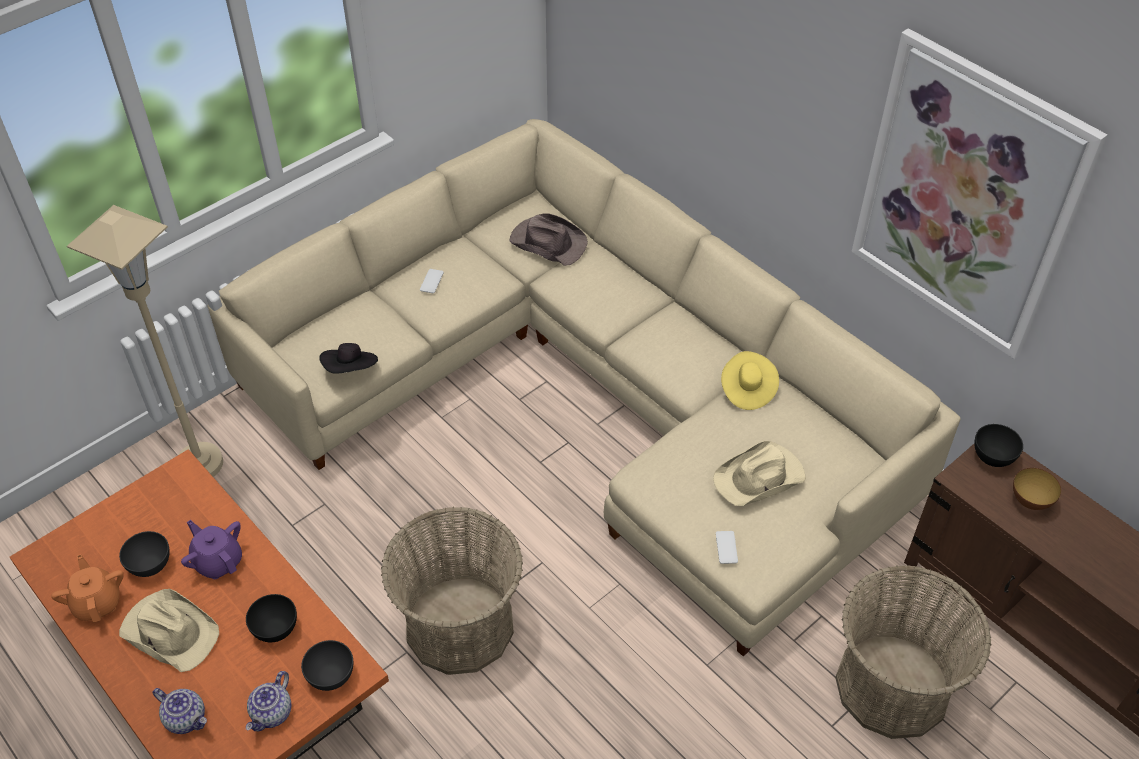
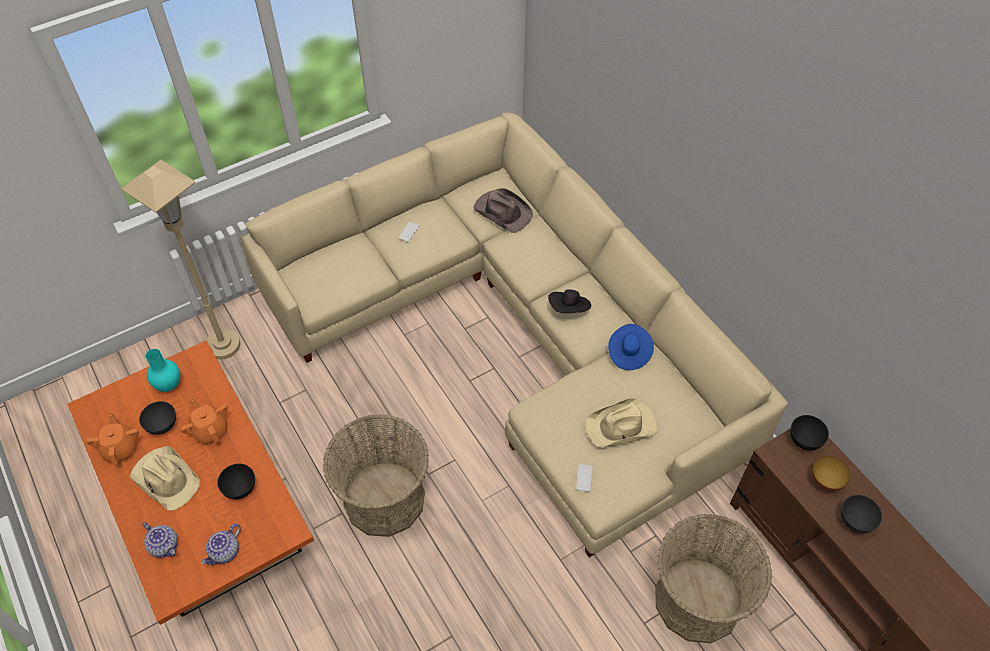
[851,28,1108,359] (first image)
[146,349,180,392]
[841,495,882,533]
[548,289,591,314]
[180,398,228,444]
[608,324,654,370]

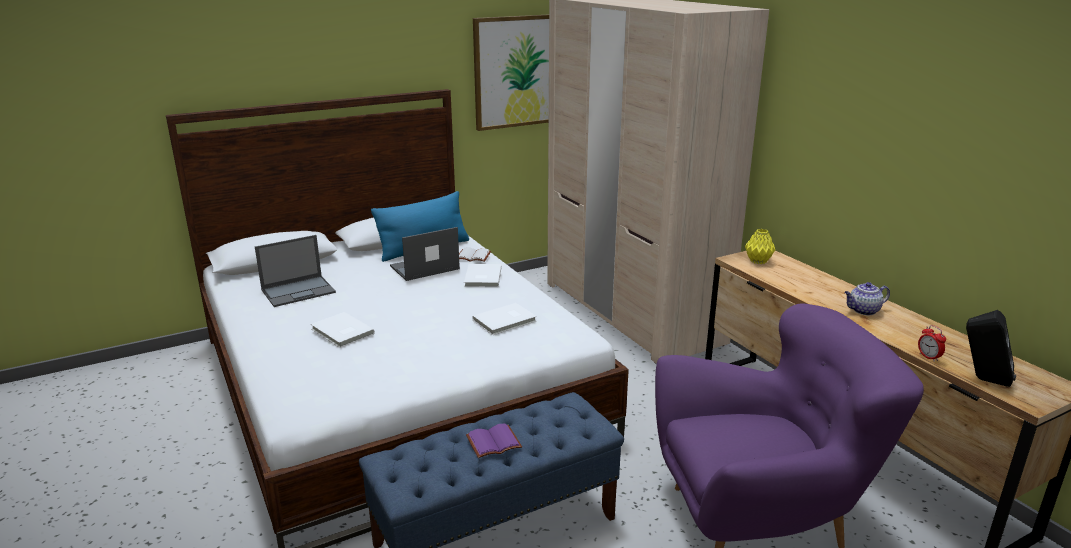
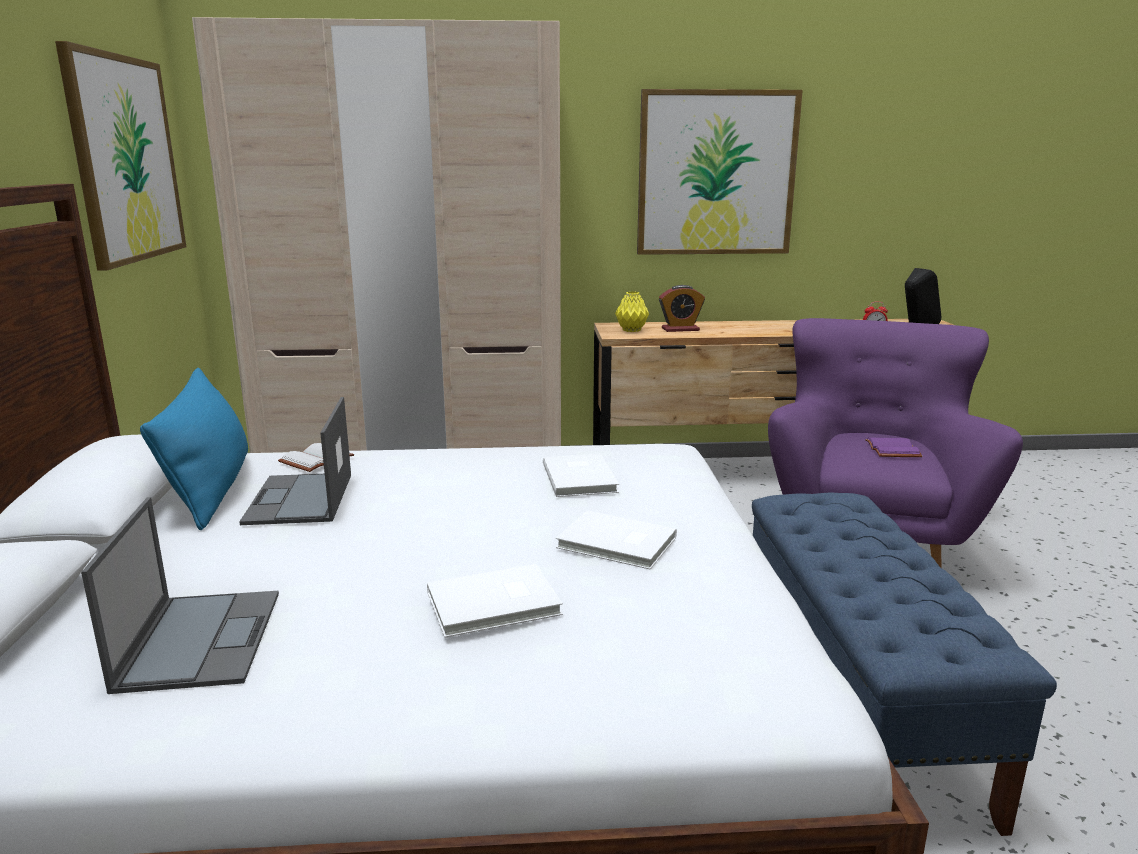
[844,282,890,315] (first image)
[637,89,803,255]
[659,285,705,332]
[556,510,677,569]
[865,437,922,457]

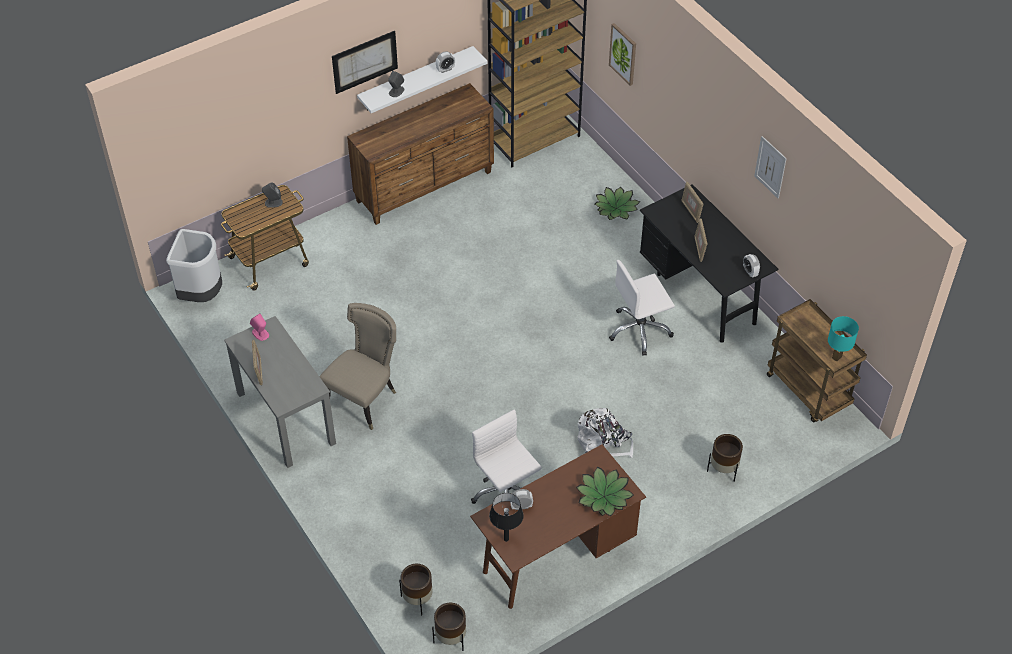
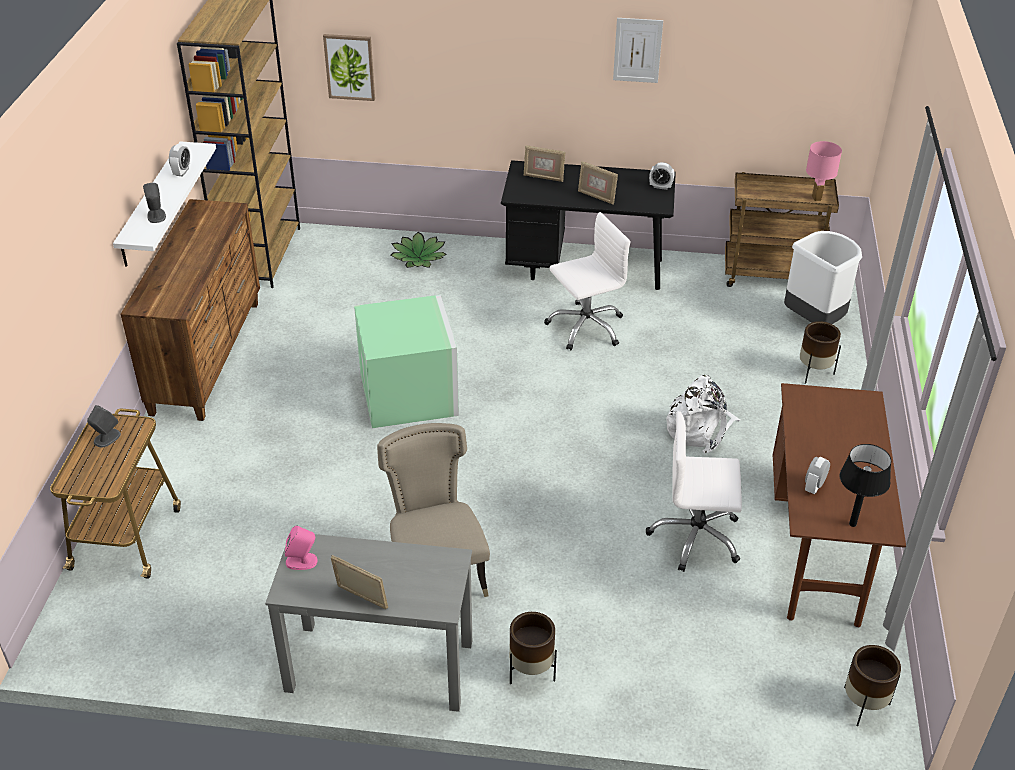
[332,31,398,94] (first image)
[576,466,634,516] (first image)
[354,295,459,428]
[784,231,862,324]
[509,612,557,684]
[806,141,842,201]
[544,212,631,350]

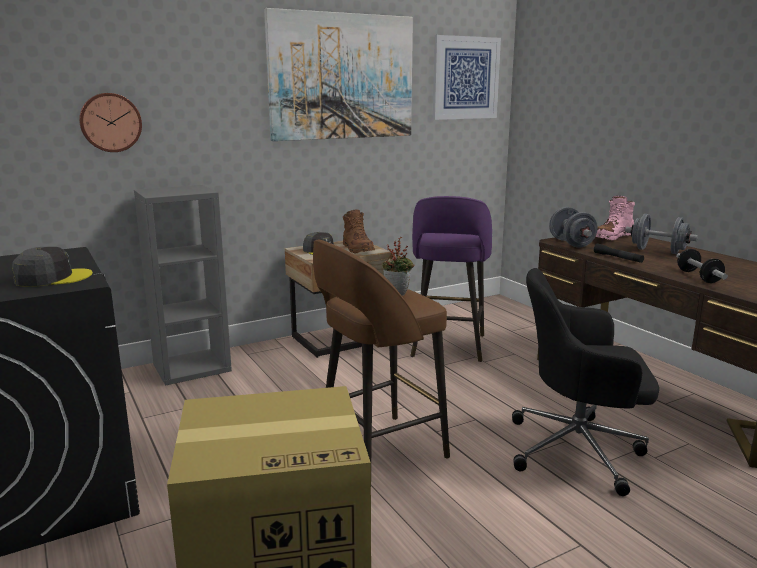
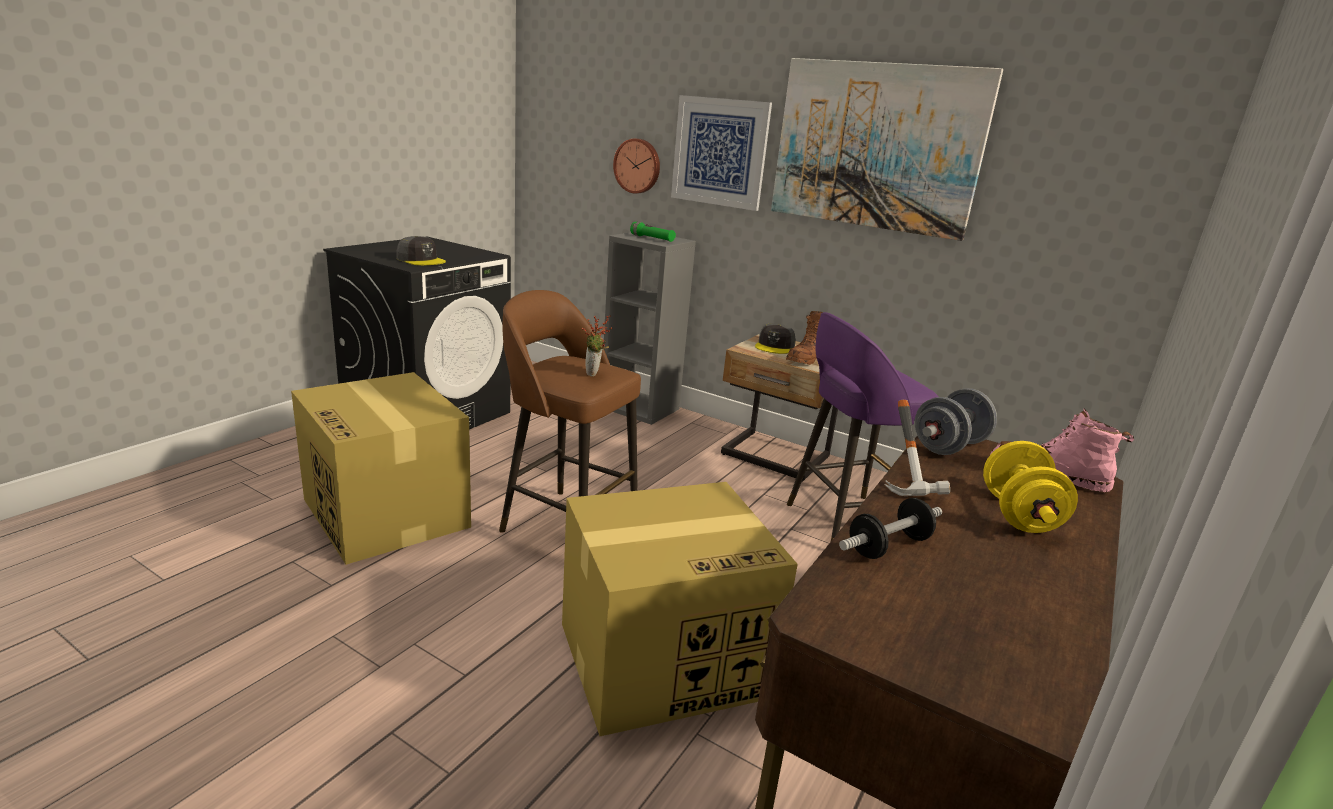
[630,222,676,242]
[671,95,772,211]
[562,482,798,736]
[885,400,950,496]
[983,441,1078,533]

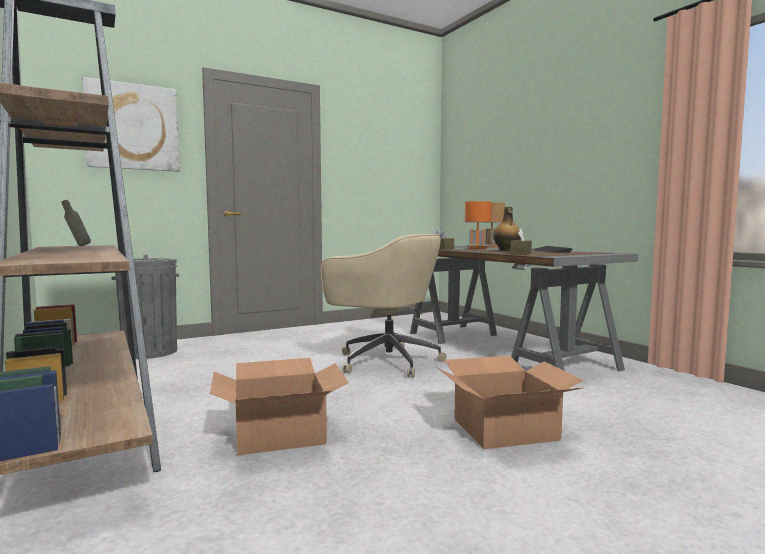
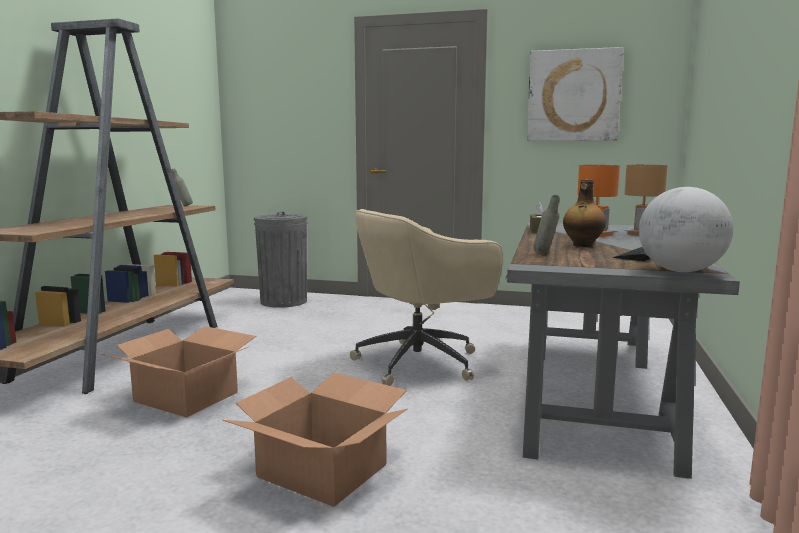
[639,187,733,272]
[527,47,624,141]
[534,195,560,254]
[350,209,503,386]

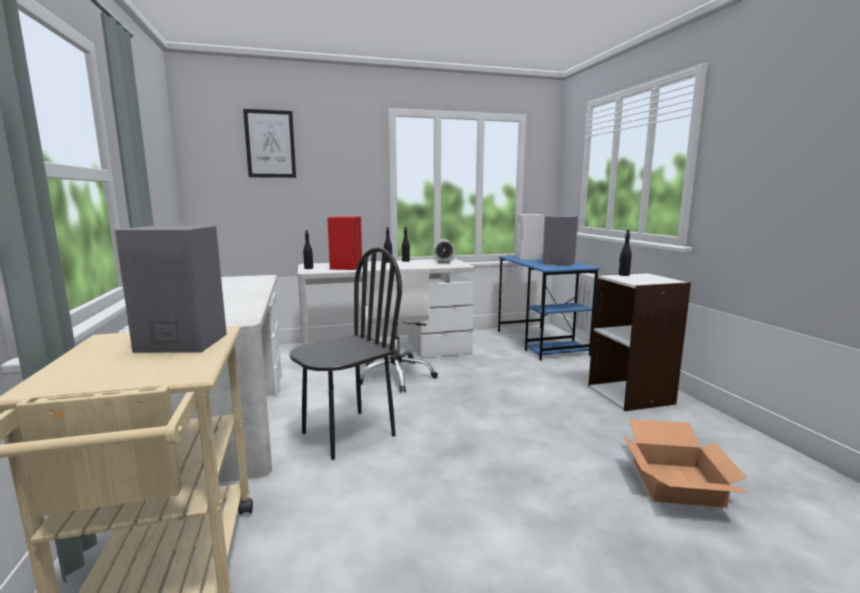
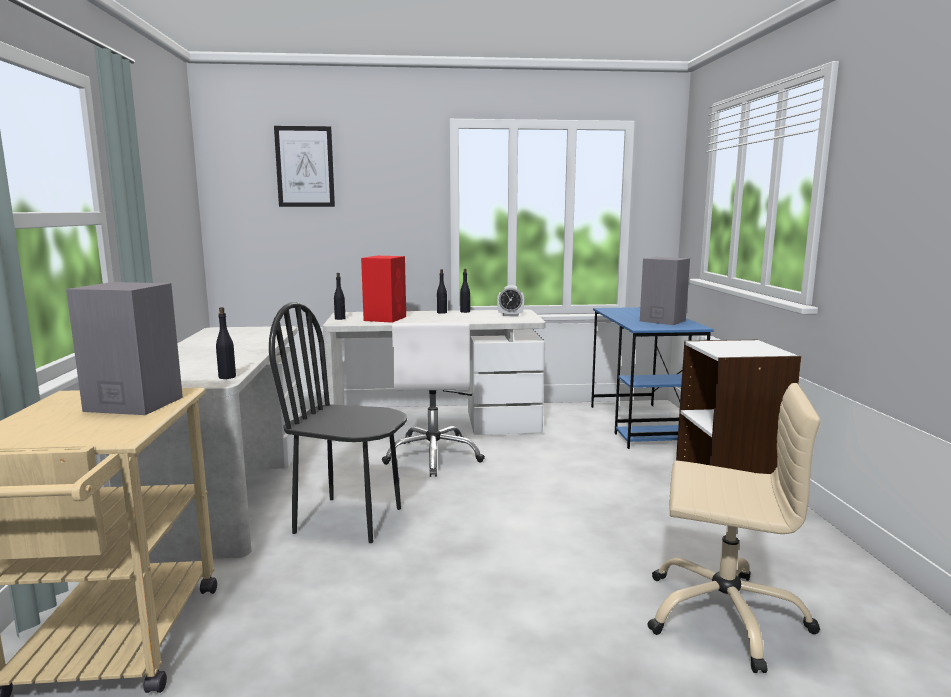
[515,214,544,260] (first image)
[216,307,236,379]
[647,383,821,673]
[269,302,407,543]

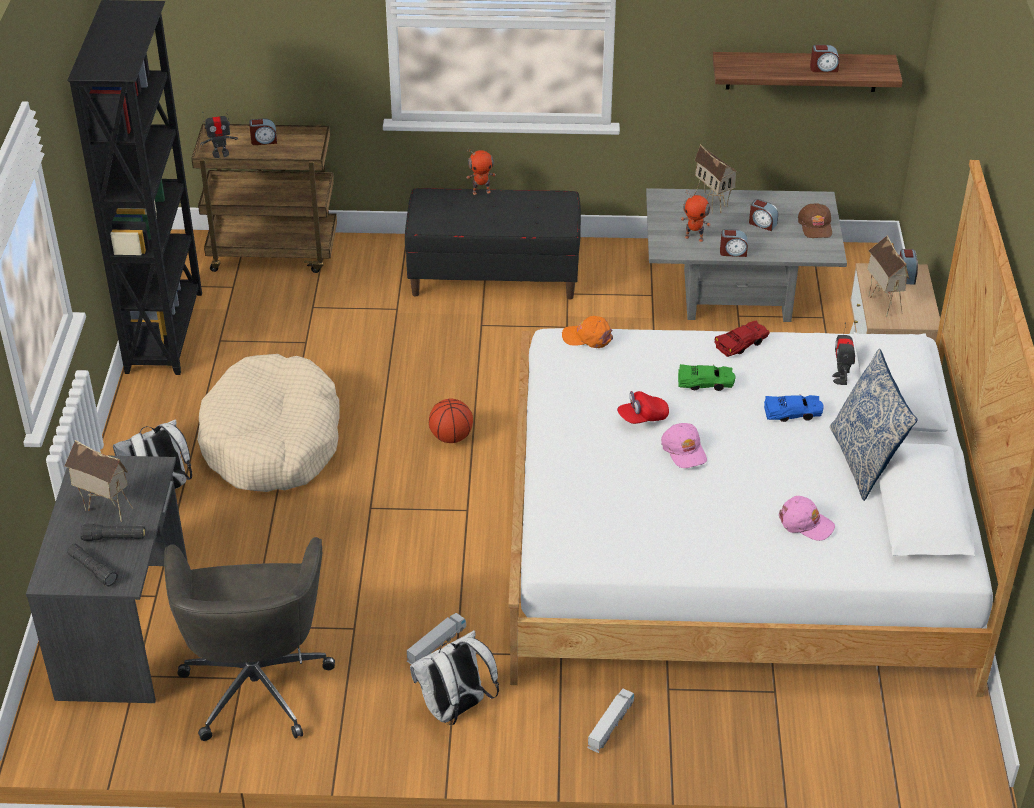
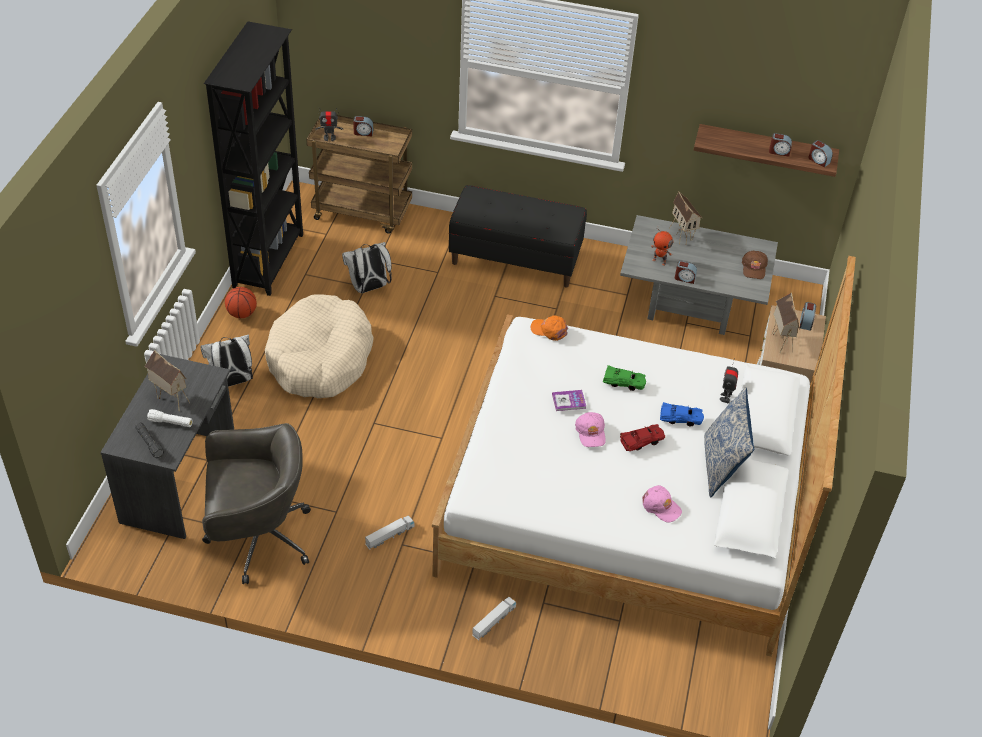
[466,150,496,195] (first image)
[342,242,392,293]
[225,287,257,318]
[620,424,665,451]
[808,140,833,168]
[552,390,586,411]
[147,409,193,427]
[202,423,311,584]

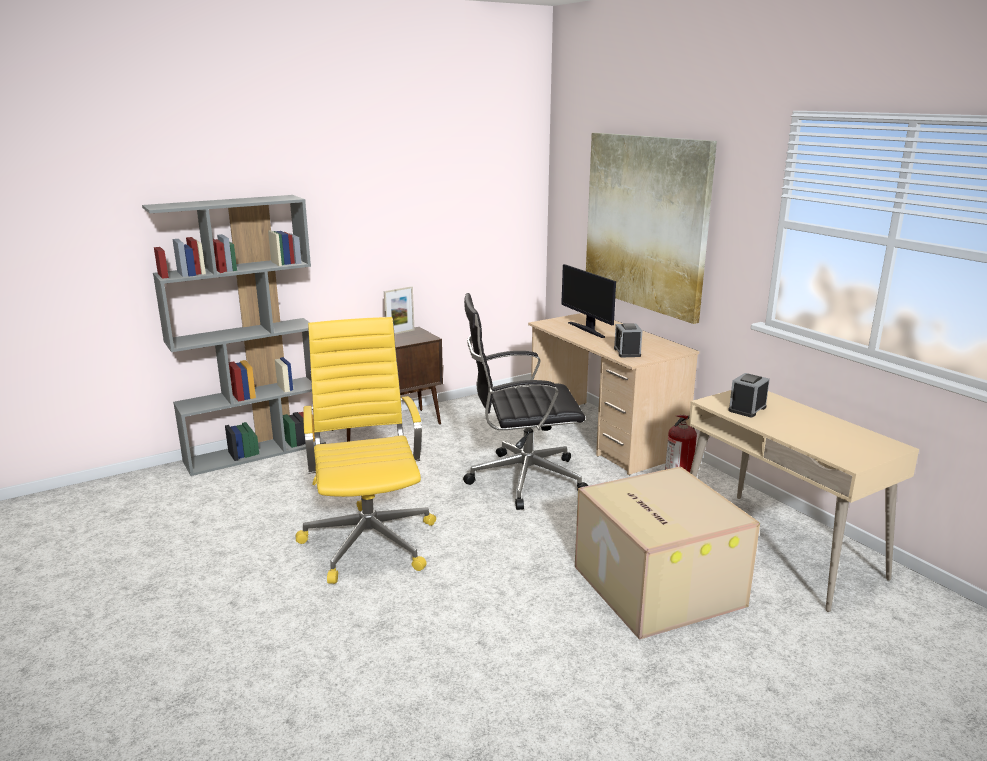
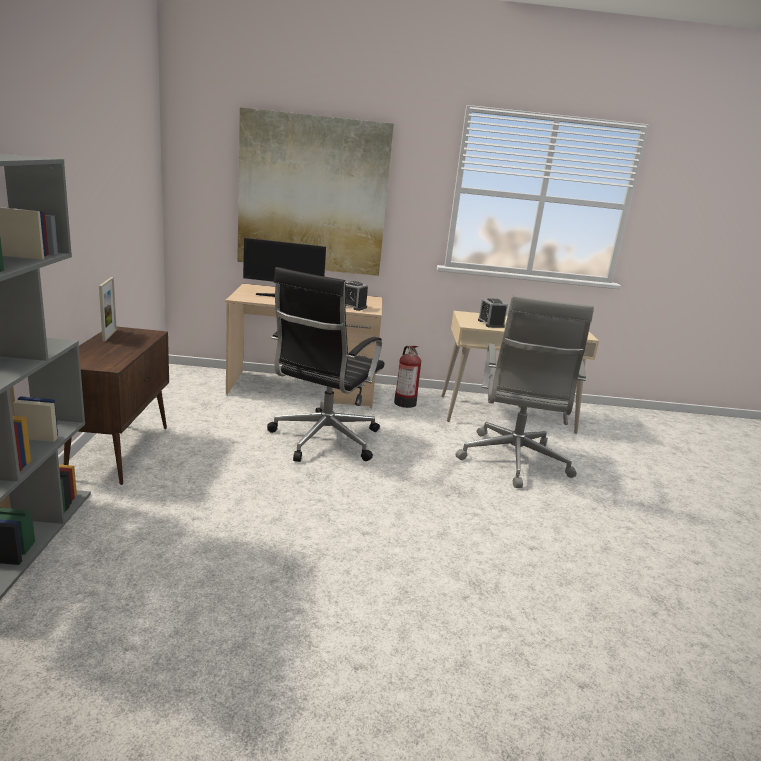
[296,317,436,584] (first image)
[456,295,594,488]

